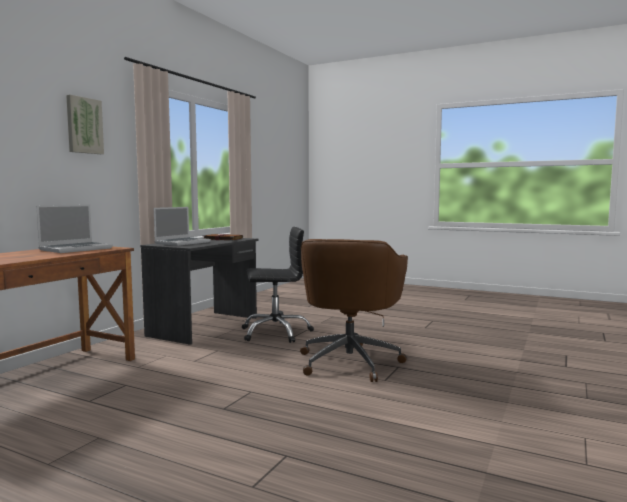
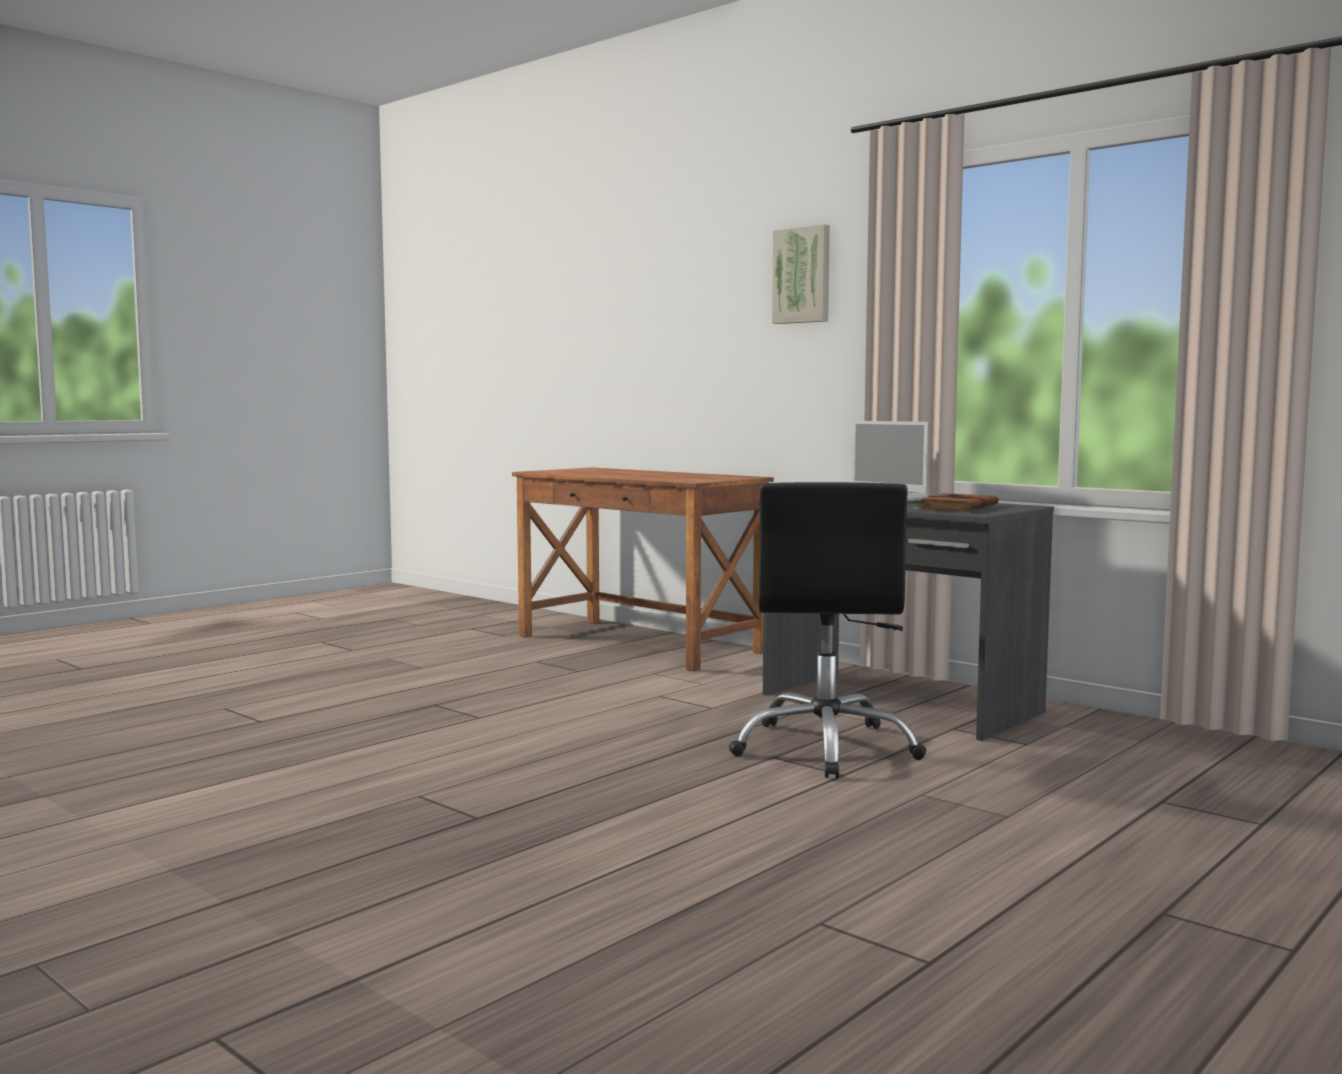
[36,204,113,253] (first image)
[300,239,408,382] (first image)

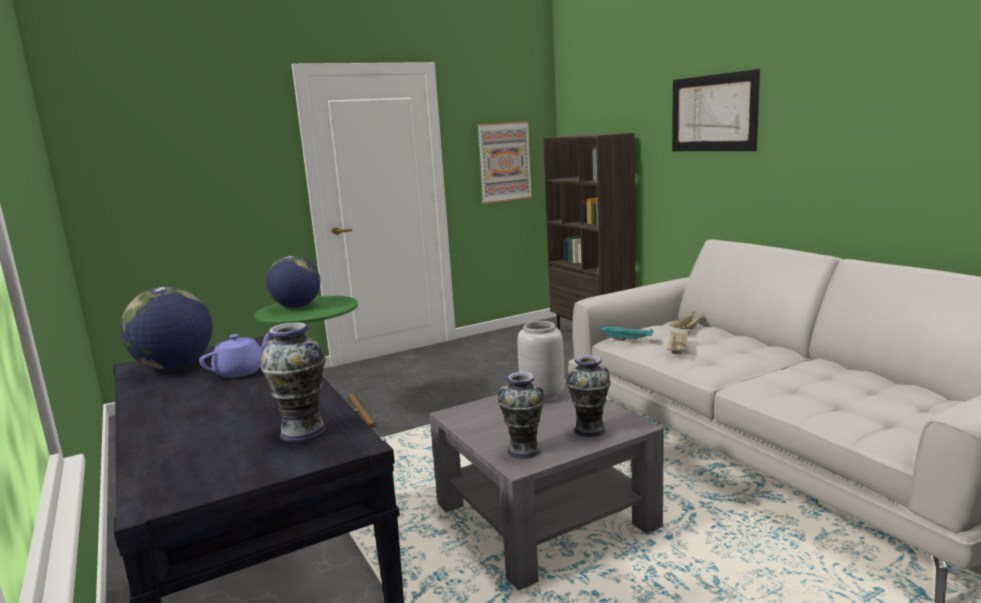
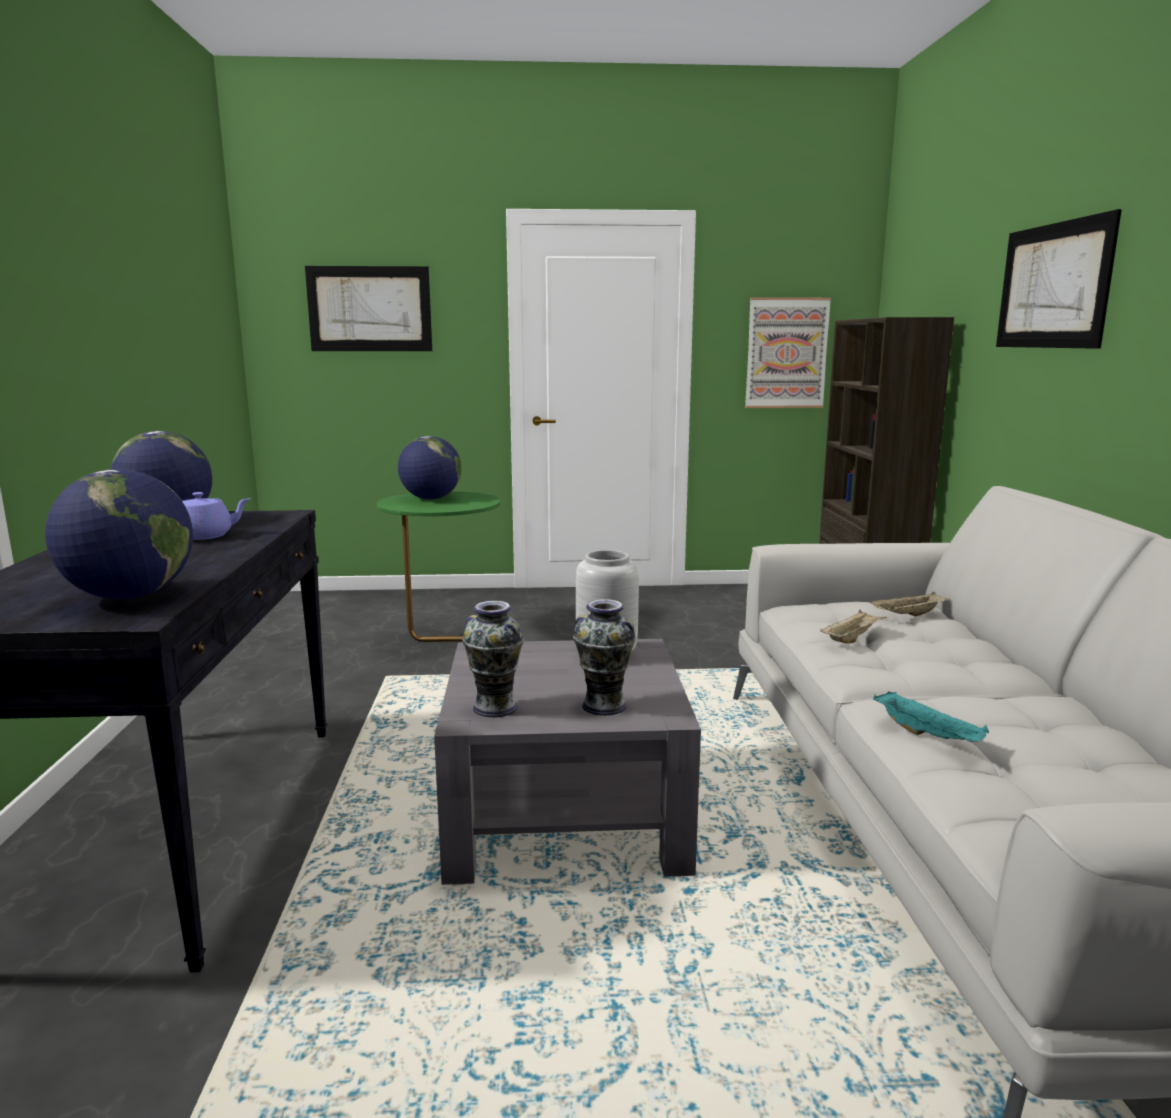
[305,266,432,351]
[873,691,989,742]
[45,469,193,599]

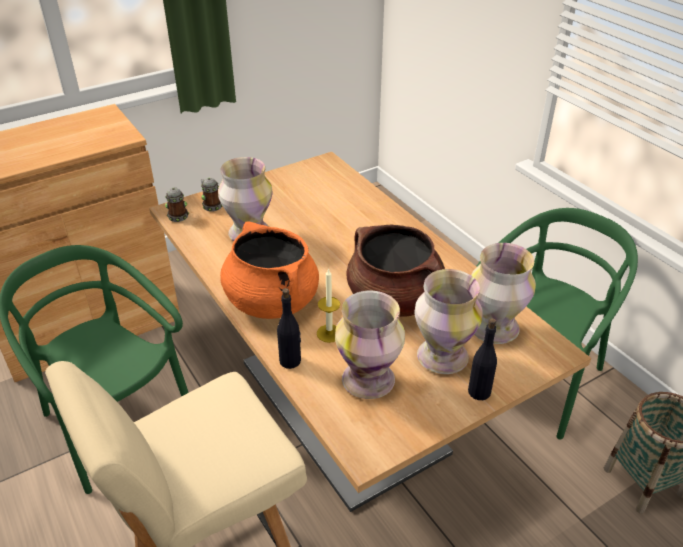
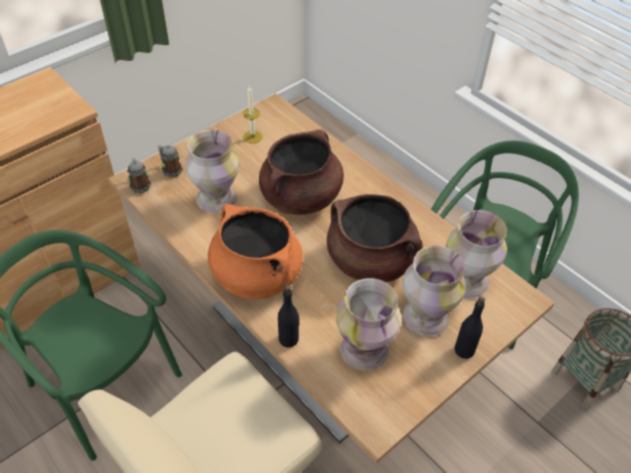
[259,129,344,215]
[243,86,263,143]

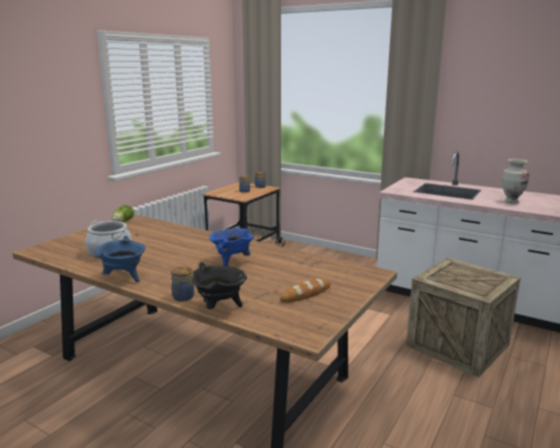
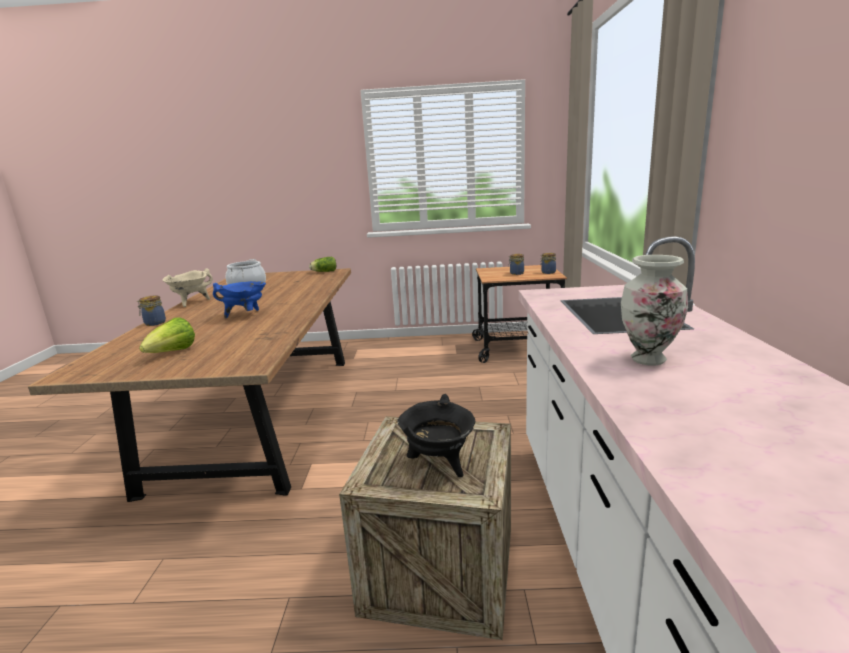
[397,394,475,477]
[139,317,195,353]
[162,268,213,307]

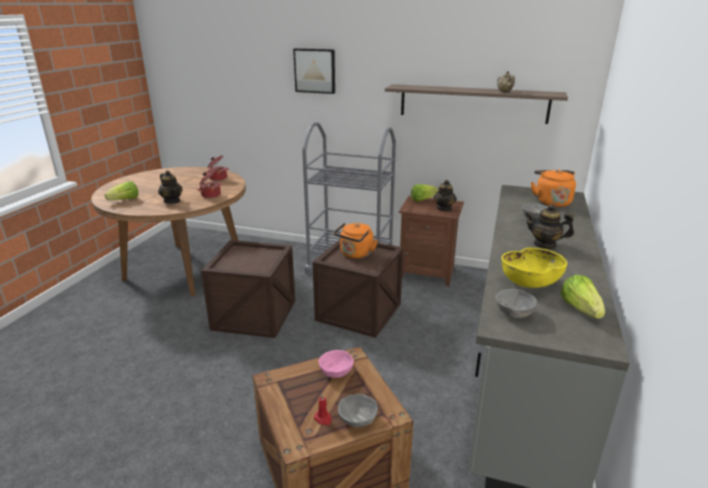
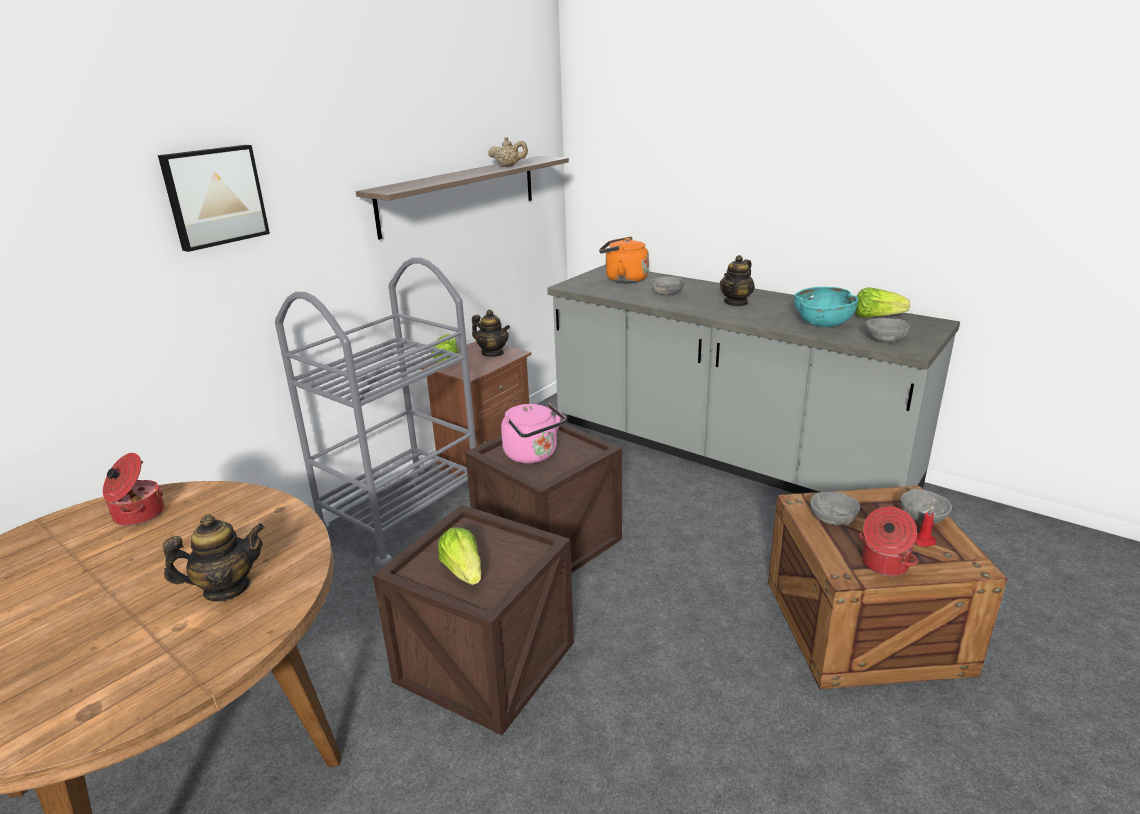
[438,527,481,585]
[859,506,918,576]
[810,492,860,525]
[501,403,566,463]
[794,287,858,327]

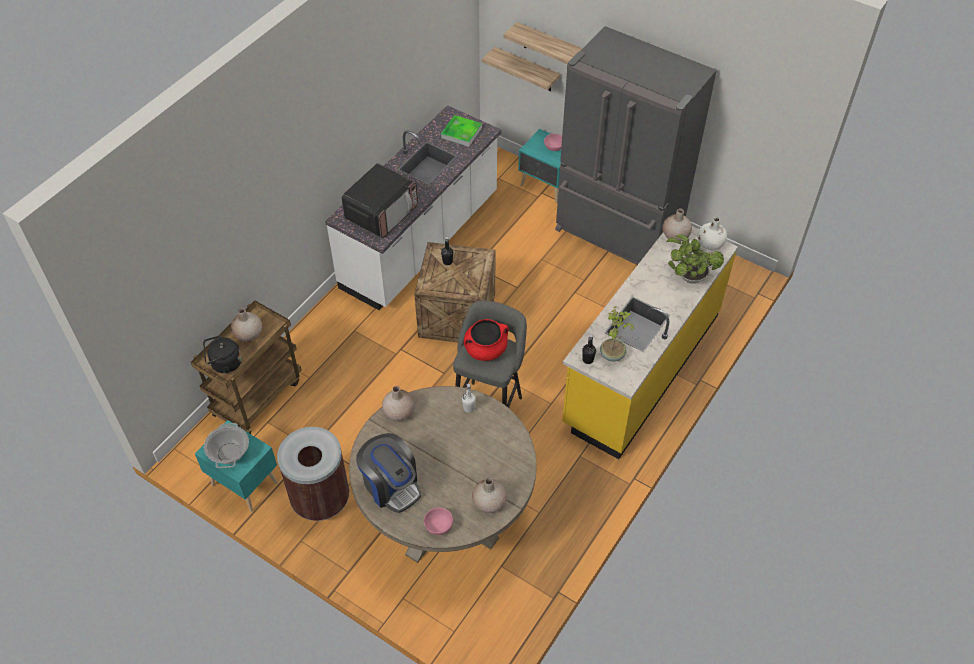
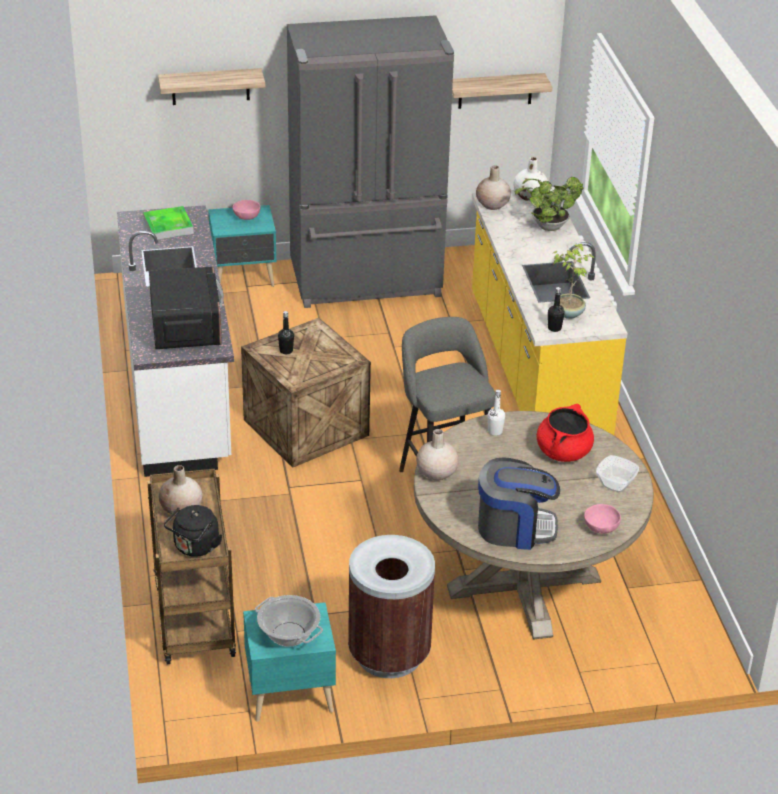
[537,404,594,462]
[452,73,552,109]
[596,455,639,492]

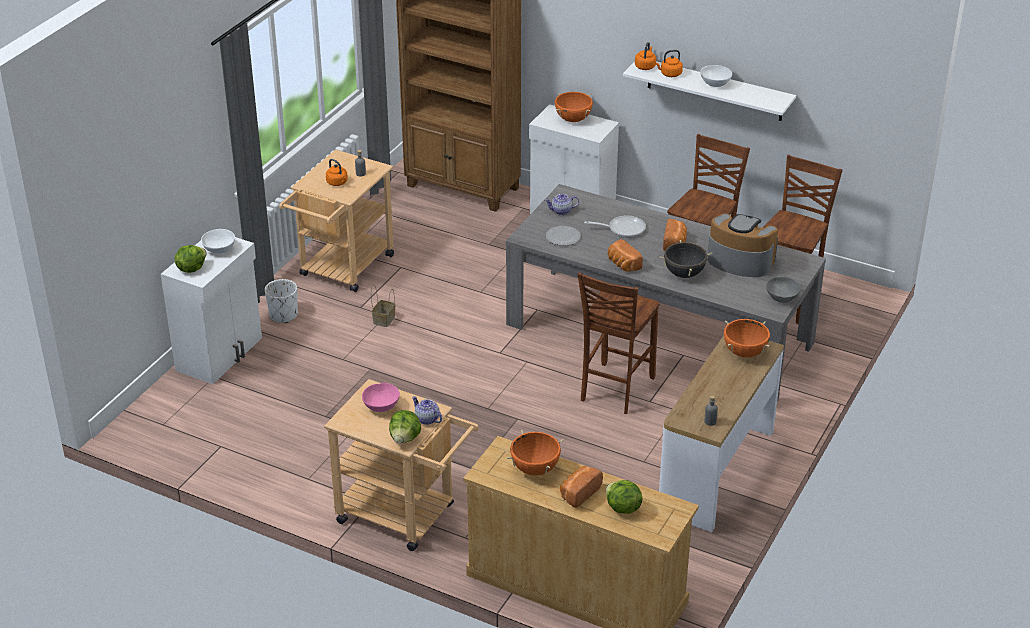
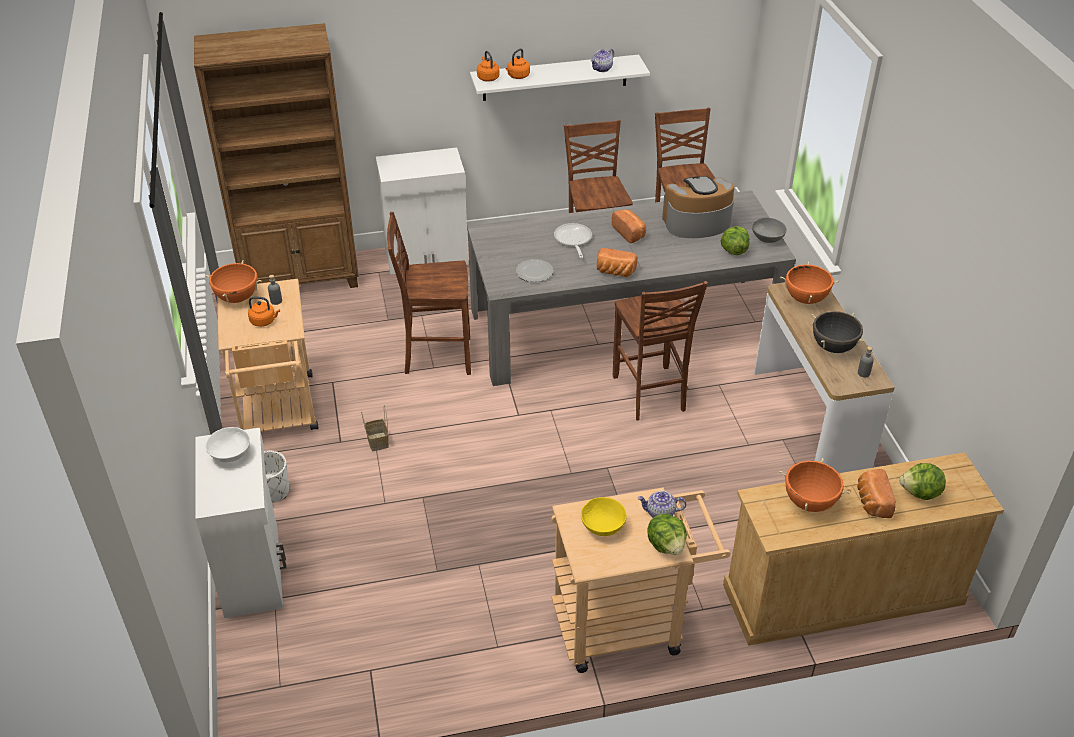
[700,65,732,87] (first image)
[387,212,471,375]
[721,226,750,255]
[591,49,614,72]
[205,261,262,303]
[812,311,865,353]
[581,497,627,536]
[554,223,592,258]

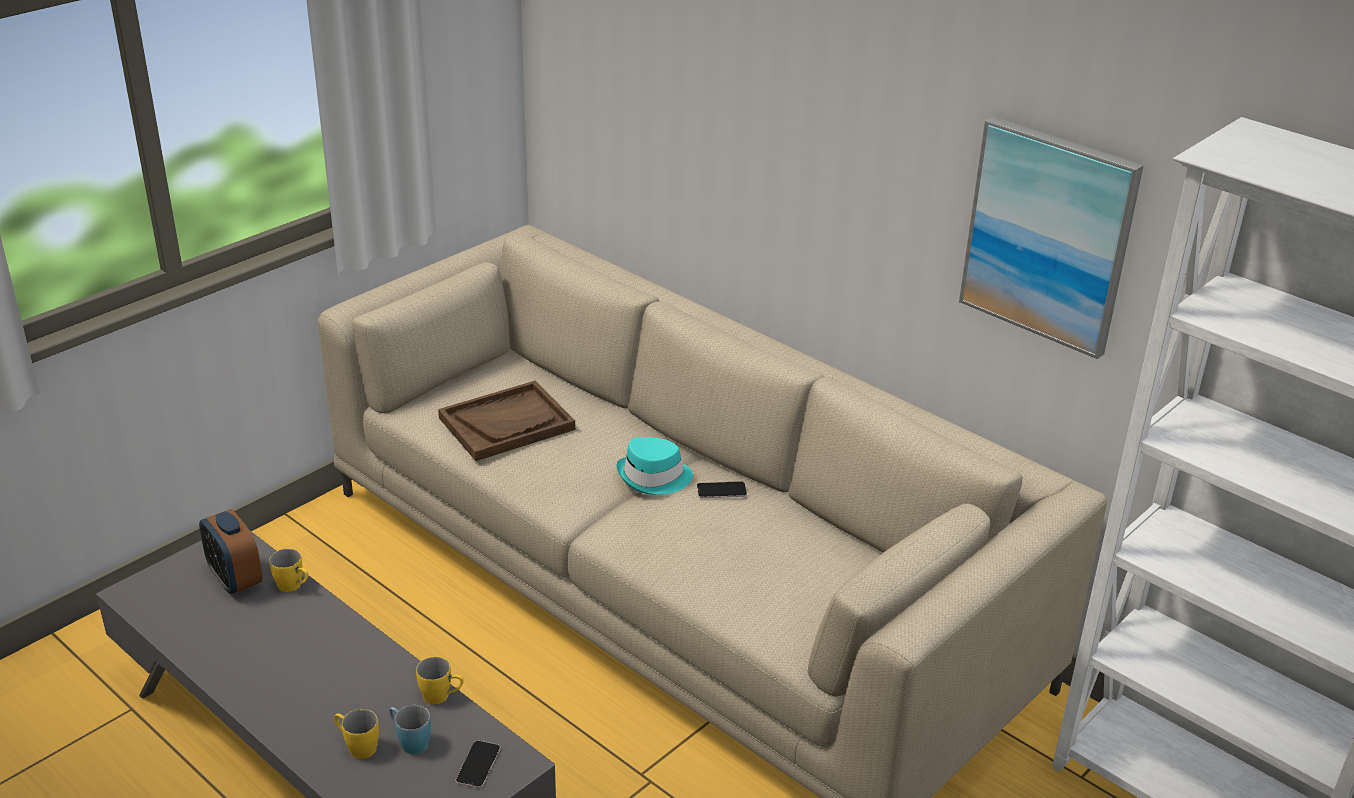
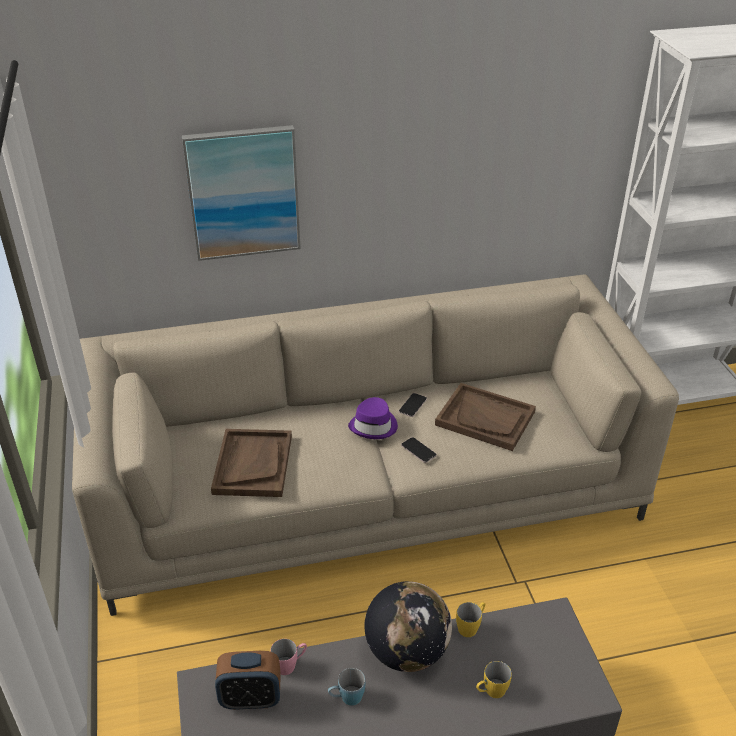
[364,581,452,672]
[435,383,536,451]
[328,668,365,706]
[401,437,437,463]
[182,125,301,261]
[270,639,307,675]
[348,397,398,439]

